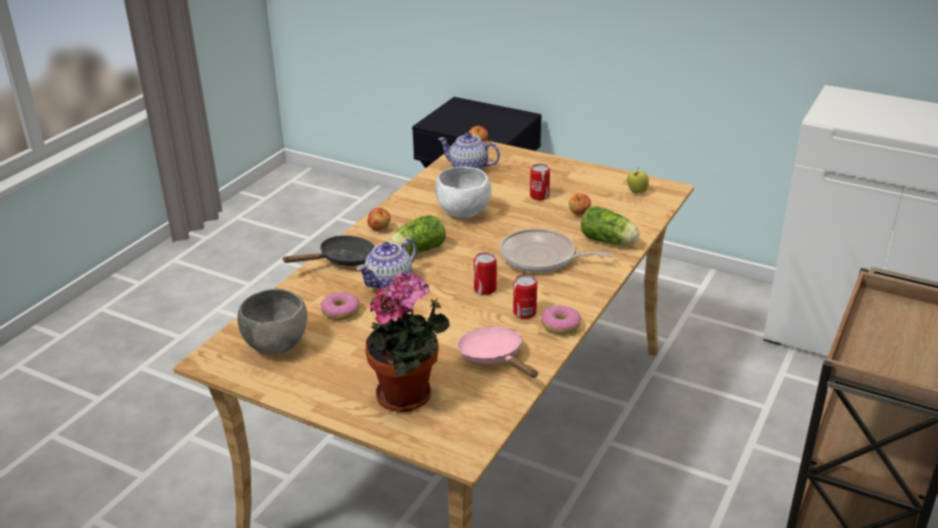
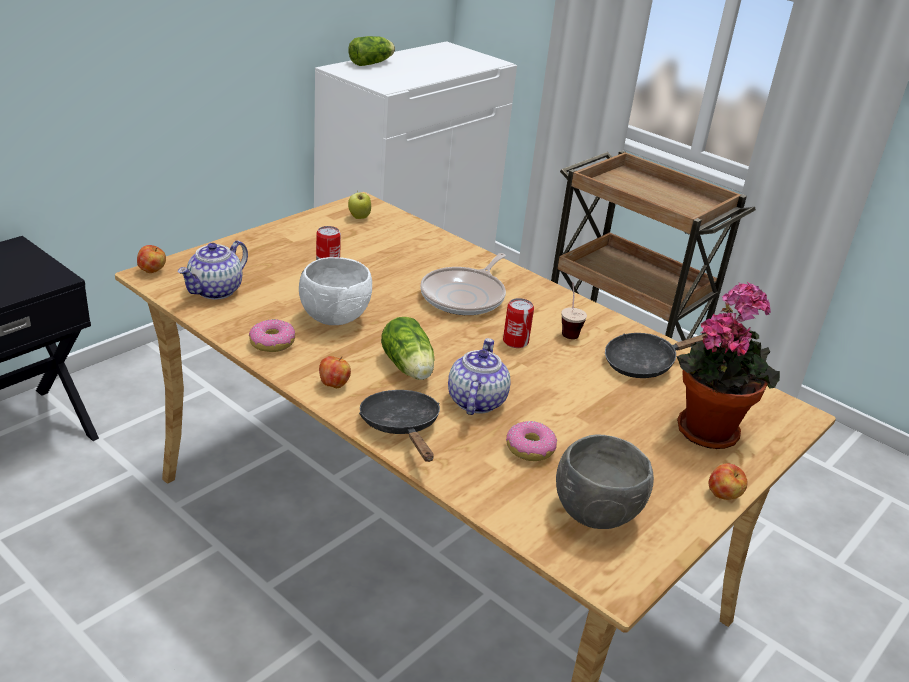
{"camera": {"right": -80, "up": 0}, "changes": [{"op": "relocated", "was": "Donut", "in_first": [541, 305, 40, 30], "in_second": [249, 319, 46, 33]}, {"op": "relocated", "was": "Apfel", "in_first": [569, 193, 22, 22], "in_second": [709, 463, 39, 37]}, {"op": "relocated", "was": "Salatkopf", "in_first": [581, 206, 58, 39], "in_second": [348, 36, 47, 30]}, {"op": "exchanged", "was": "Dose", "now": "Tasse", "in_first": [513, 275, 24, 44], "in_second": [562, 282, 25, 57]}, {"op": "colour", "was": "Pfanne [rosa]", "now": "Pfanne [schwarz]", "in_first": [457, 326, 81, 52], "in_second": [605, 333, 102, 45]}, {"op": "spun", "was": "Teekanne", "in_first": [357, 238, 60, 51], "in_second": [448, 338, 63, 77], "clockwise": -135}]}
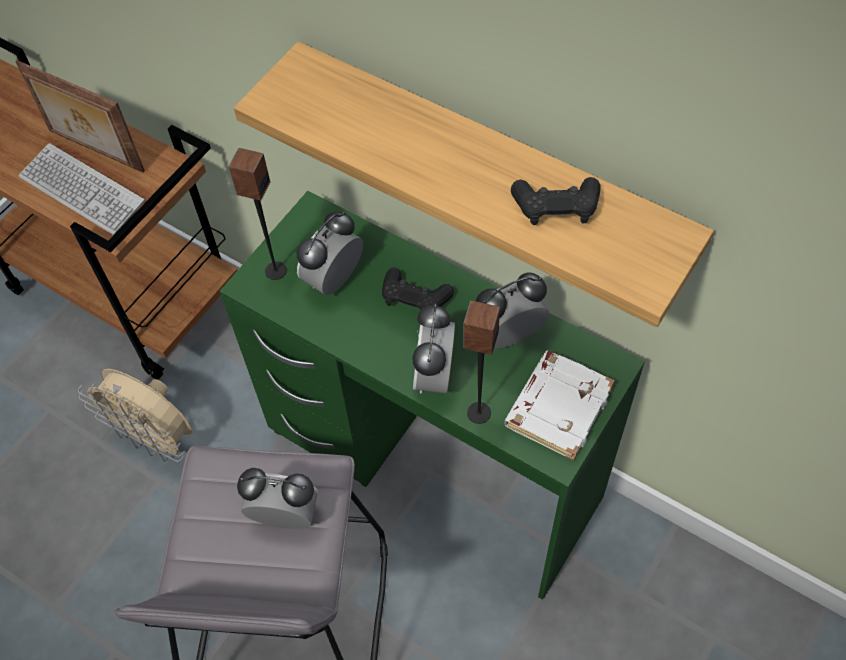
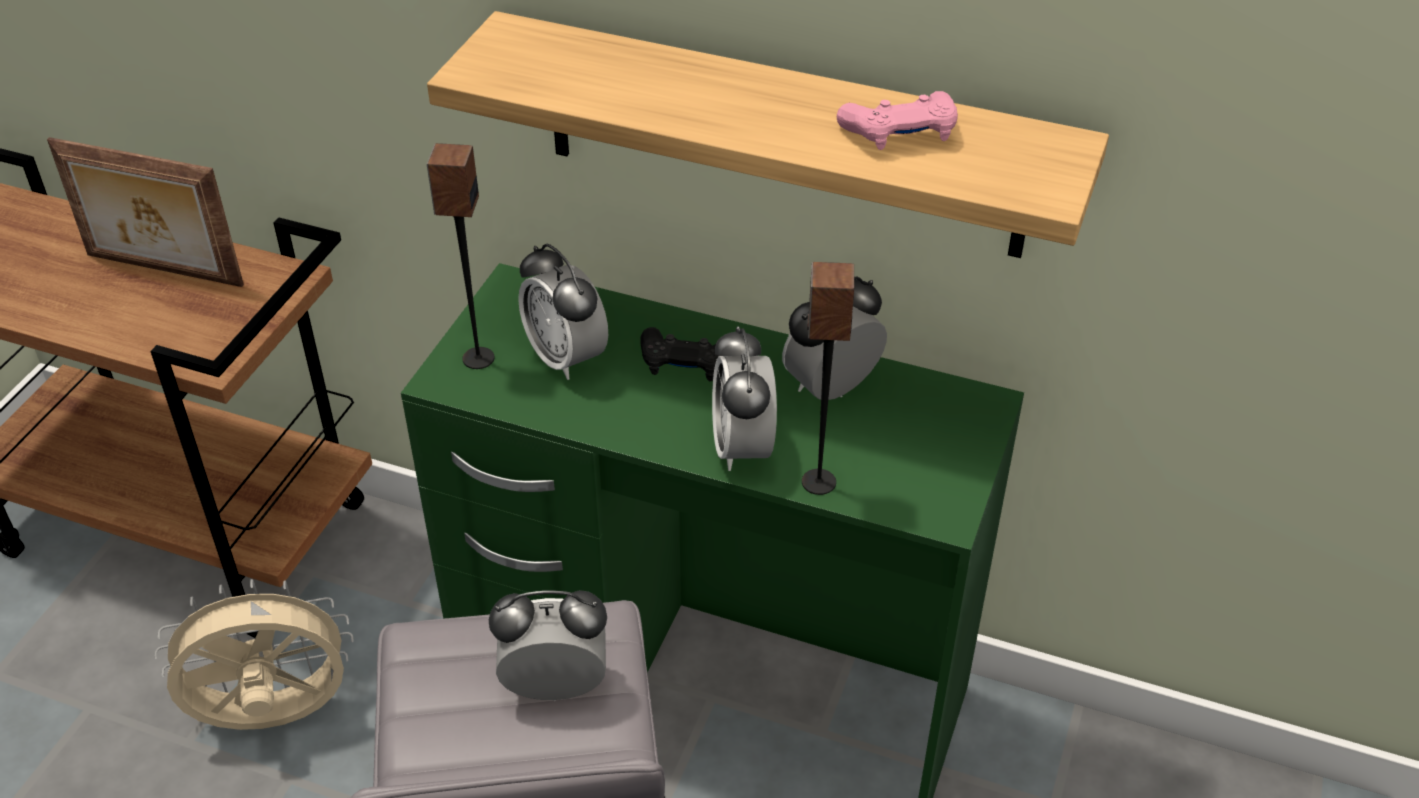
{"camera": {"right": -15, "up": -15}, "changes": [{"op": "missing", "was": "Tastatur", "in_first": [19, 143, 126, 92]}, {"op": "missing", "was": "Buch [weiß]", "in_first": [504, 350, 111, 111]}, {"op": "colour", "was": "Gamepad [schwarz]", "now": "Gamepad [rosa]", "in_first": [511, 177, 90, 48], "in_second": [837, 91, 121, 59]}, {"op": "spun", "was": "Ventilator [beige]", "in_first": [78, 369, 114, 93], "in_second": [154, 579, 200, 151], "clockwise": 150}, {"op": "spun", "was": "Wecker", "in_first": [297, 211, 66, 84], "in_second": [518, 243, 90, 137], "clockwise": -60}]}
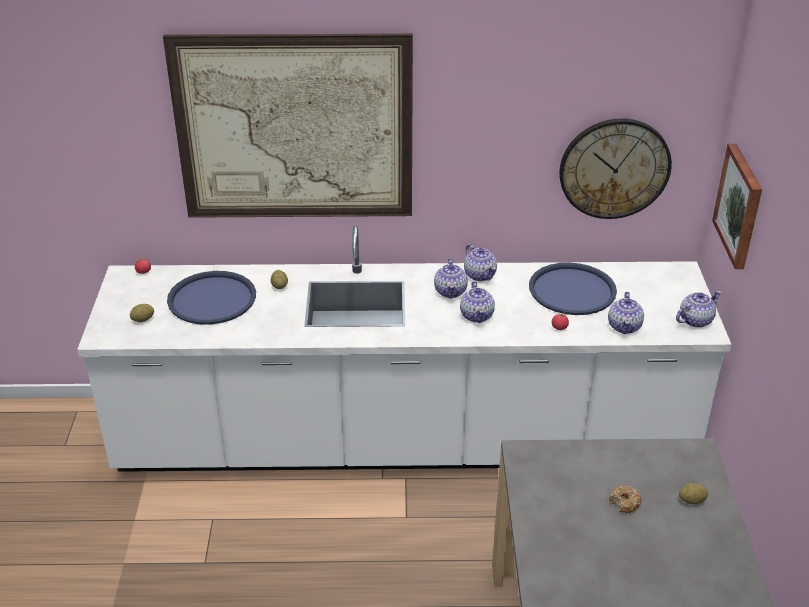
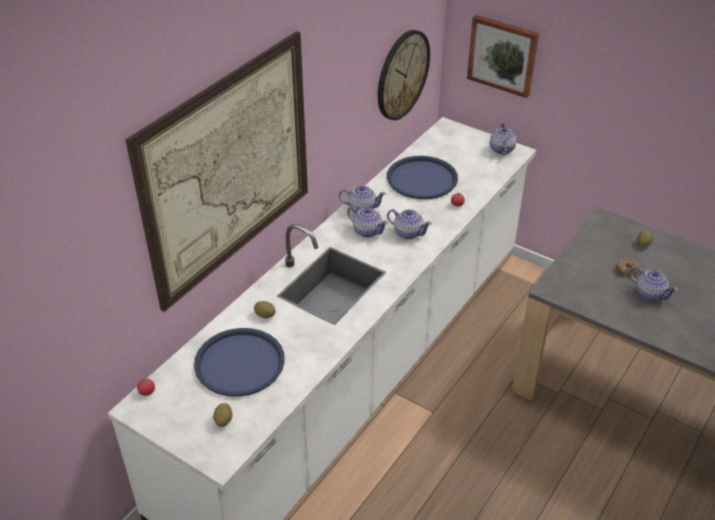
{"camera": {"right": -55, "up": 5}, "changes": [{"op": "relocated", "was": "Teekanne", "in_first": [608, 292, 36, 42], "in_second": [630, 267, 48, 34]}]}
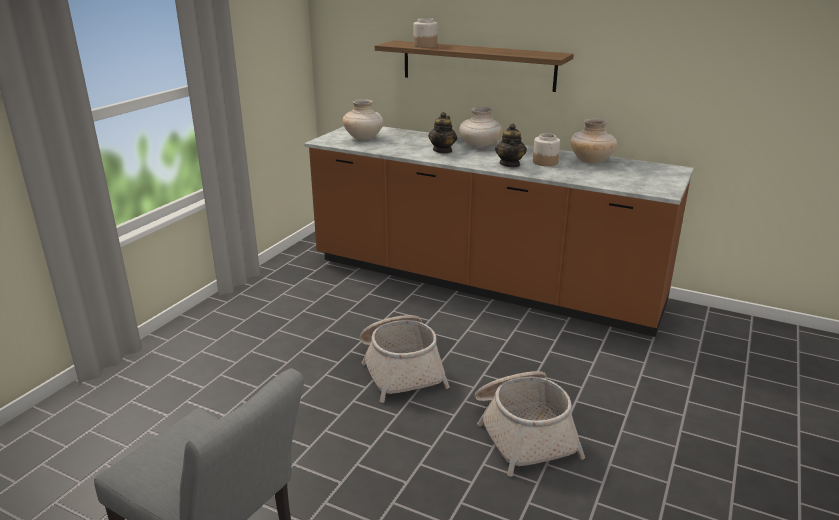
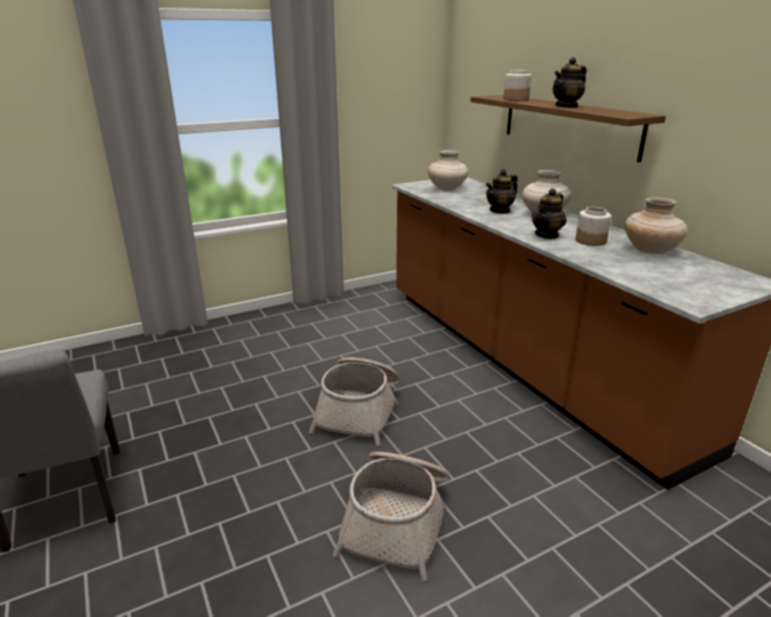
{"camera": {"right": 35, "up": 0}, "changes": [{"op": "appeared", "now": "Teekanne", "in_second": [553, 57, 34, 51]}]}
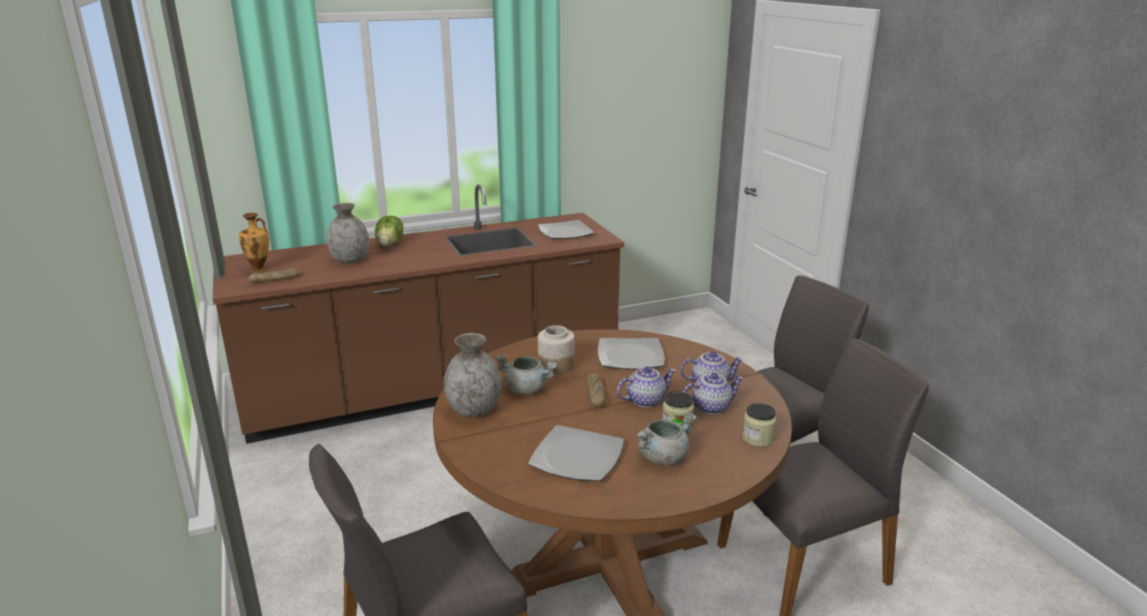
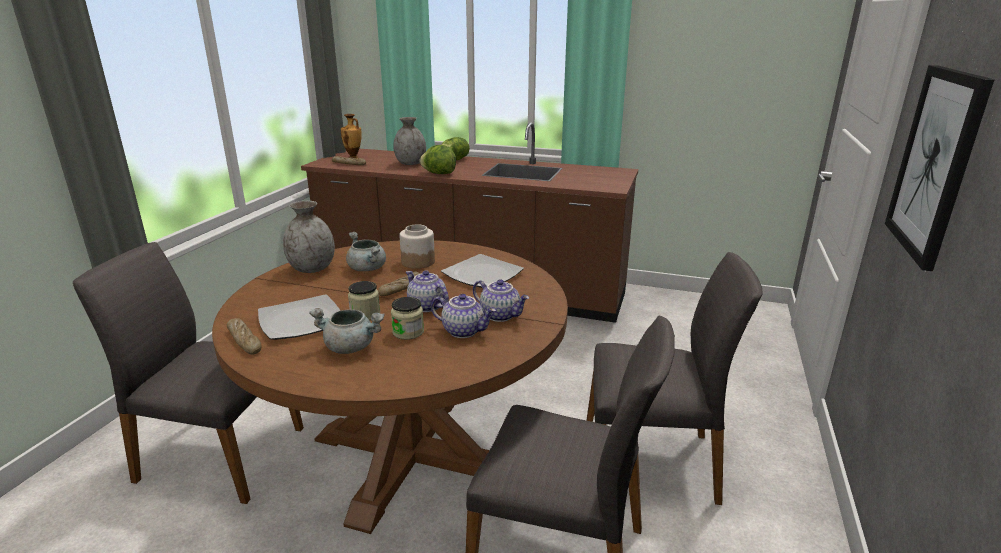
{"camera": {"right": 40, "up": 0}, "changes": [{"op": "missing", "was": "Teller", "in_first": [538, 220, 56, 19]}, {"op": "appeared", "now": "Brot", "in_second": [227, 318, 35, 36]}, {"op": "appeared", "now": "Salatkopf", "in_second": [419, 145, 37, 29]}, {"op": "appeared", "now": "Bild", "in_second": [885, 65, 110, 206]}, {"op": "relocated", "was": "Vorratsglas", "in_first": [742, 403, 35, 44], "in_second": [348, 281, 32, 39]}, {"op": "spun", "was": "Teekanne", "in_first": [617, 366, 59, 41], "in_second": [406, 271, 43, 41], "clockwise": -150}]}
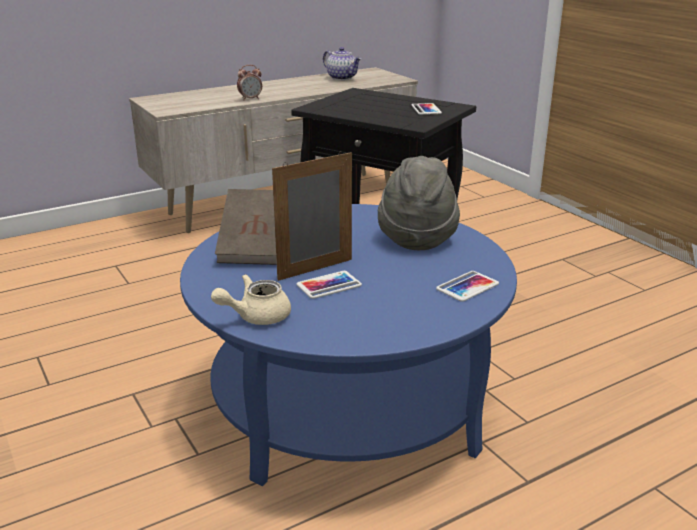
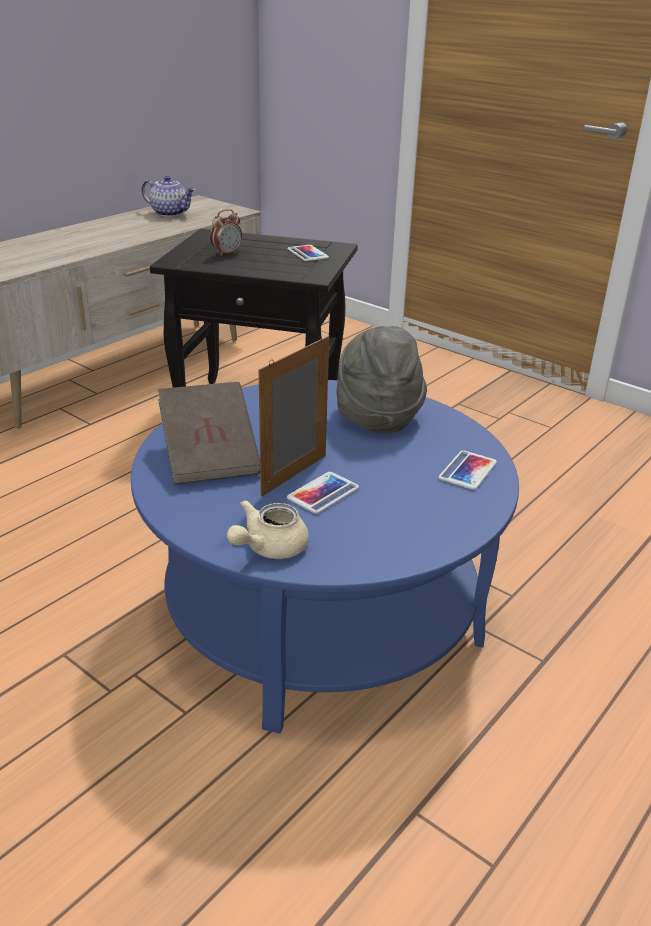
{"camera": {"right": -20, "up": 5}, "changes": [{"op": "relocated", "was": "Wecker", "in_first": [237, 65, 25, 35], "in_second": [210, 209, 32, 47]}]}
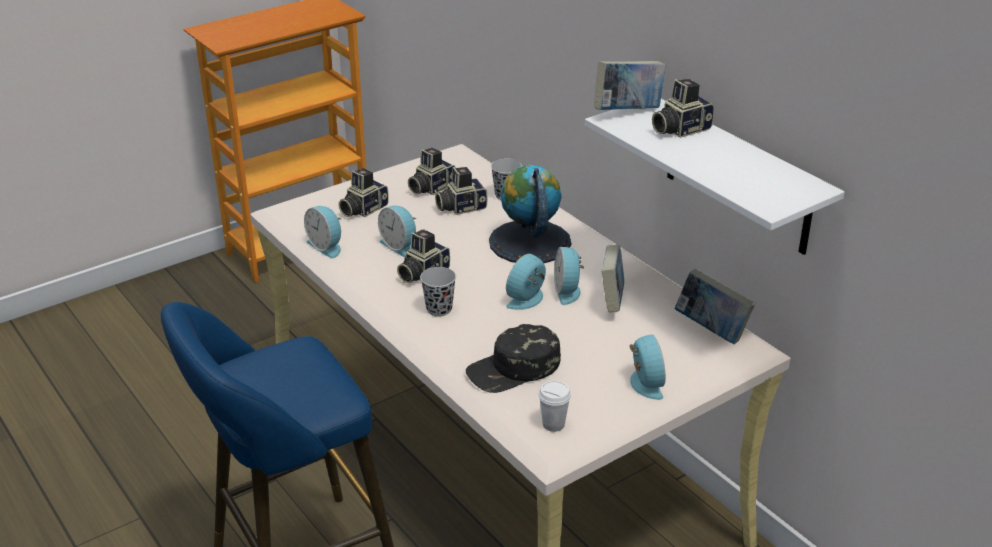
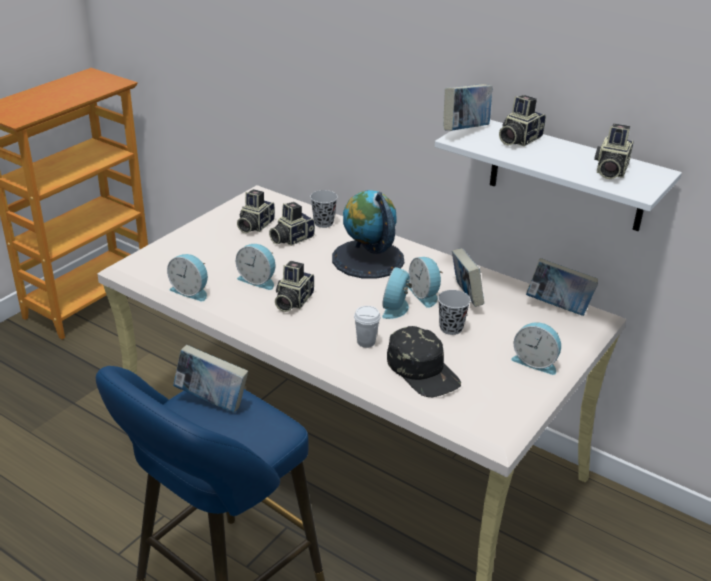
{"camera": {"right": -20, "up": 0}, "changes": [{"op": "appeared", "now": "Buch", "in_second": [173, 345, 75, 68]}, {"op": "relocated", "was": "Kamera", "in_first": [339, 168, 50, 49], "in_second": [594, 123, 40, 56]}, {"op": "relocated", "was": "Tasse [schwarz]", "in_first": [420, 267, 36, 49], "in_second": [438, 290, 33, 45]}, {"op": "relocated", "was": "Tasse [weiß]", "in_first": [538, 380, 33, 52], "in_second": [354, 306, 27, 42]}, {"op": "spun", "was": "Kappe [schwarz]", "in_first": [466, 324, 95, 69], "in_second": [387, 326, 74, 72], "clockwise": -75}, {"op": "spun", "was": "Wecker", "in_first": [629, 334, 37, 66], "in_second": [511, 322, 50, 53], "clockwise": 150}]}
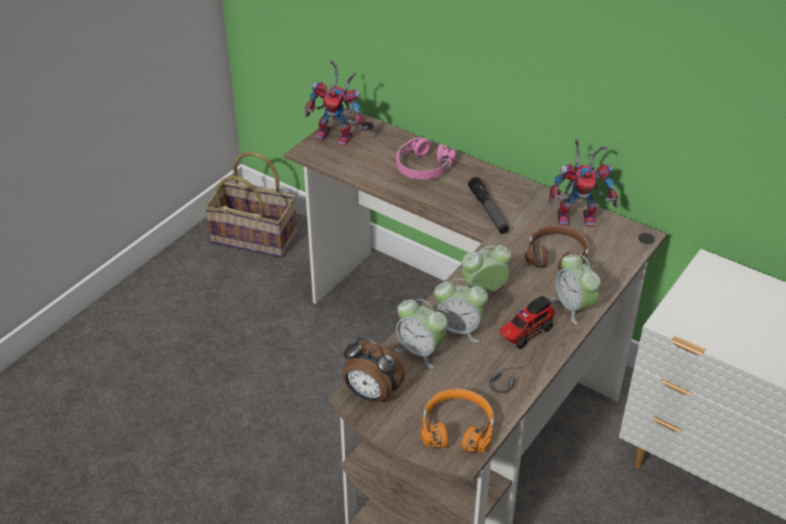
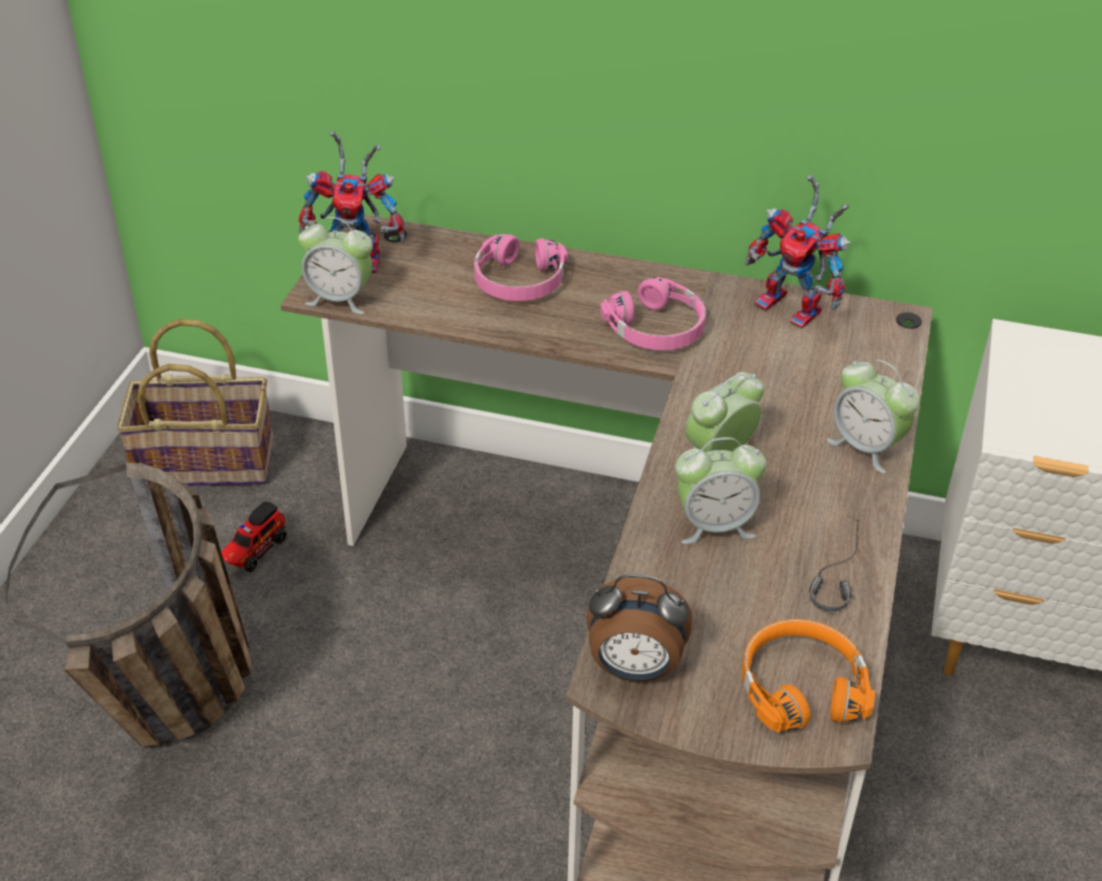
{"camera": {"right": -20, "up": 0}, "changes": [{"op": "missing", "was": "Kopfhörer [braun]", "in_first": [525, 225, 64, 46]}, {"op": "appeared", "now": "Korb", "in_second": [6, 462, 245, 286]}, {"op": "relocated", "was": "Wecker", "in_first": [395, 299, 53, 69], "in_second": [298, 217, 75, 97]}, {"op": "relocated", "was": "Spielzeuglaster", "in_first": [500, 296, 55, 53], "in_second": [221, 501, 66, 71]}, {"op": "exchanged", "was": "Taschenlampe", "now": "Kopfhörer [rosa]", "in_first": [468, 177, 41, 57], "in_second": [600, 276, 106, 74]}, {"op": "spun", "was": "Spielzeugroboter", "in_first": [549, 138, 69, 89], "in_second": [745, 174, 106, 155], "clockwise": 60}]}
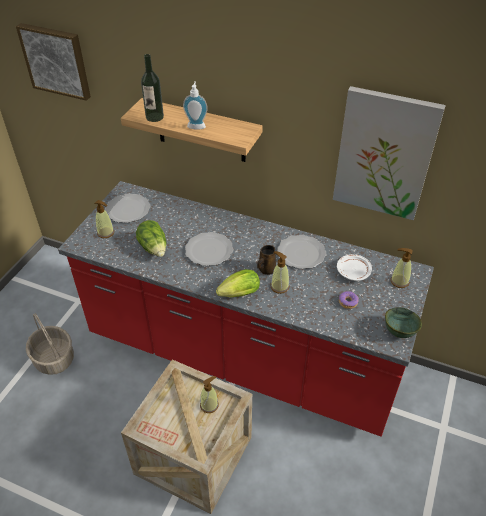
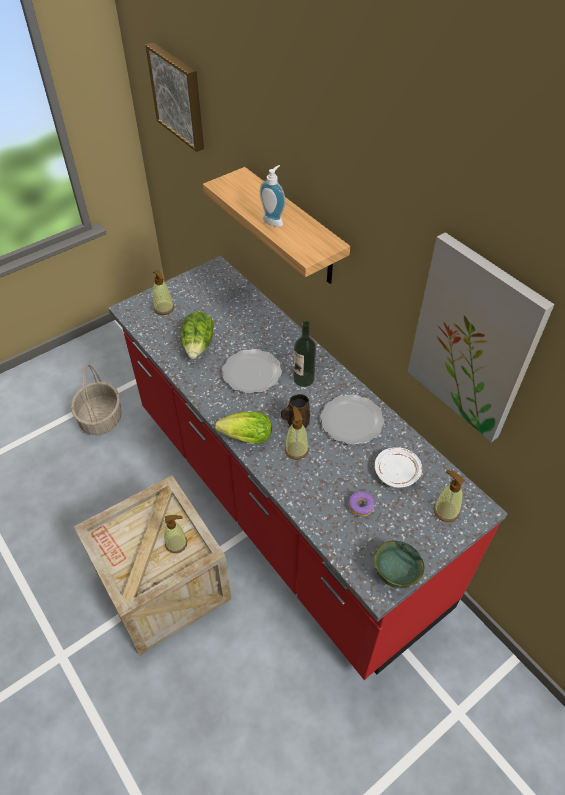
{"camera": {"right": 30, "up": 5}, "changes": [{"op": "missing", "was": "Teller", "in_first": [105, 194, 45, 29]}, {"op": "relocated", "was": "Flasche", "in_first": [141, 54, 23, 68], "in_second": [293, 321, 23, 66]}]}
